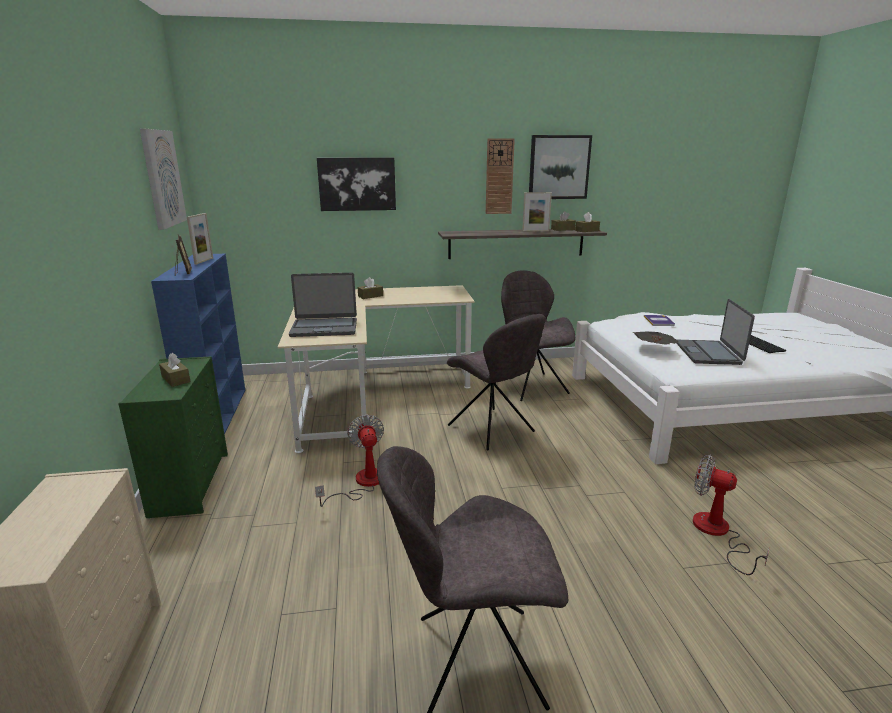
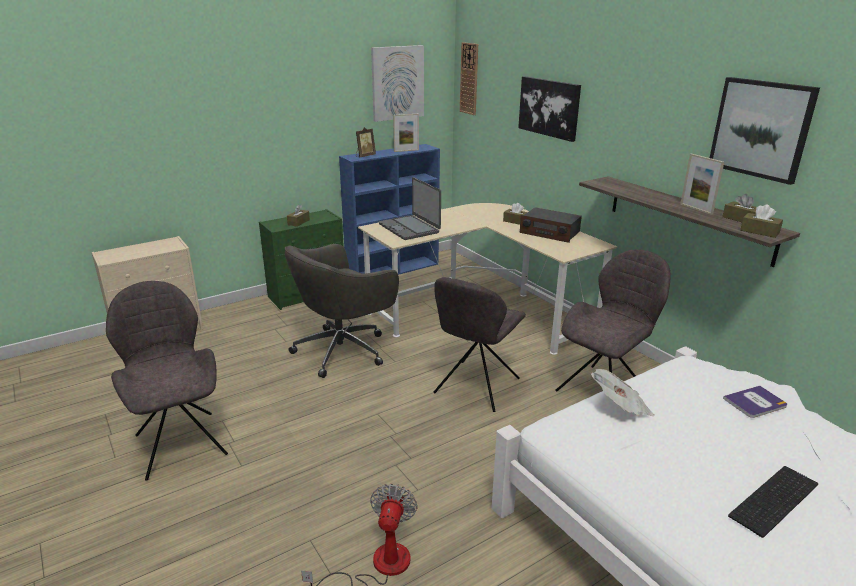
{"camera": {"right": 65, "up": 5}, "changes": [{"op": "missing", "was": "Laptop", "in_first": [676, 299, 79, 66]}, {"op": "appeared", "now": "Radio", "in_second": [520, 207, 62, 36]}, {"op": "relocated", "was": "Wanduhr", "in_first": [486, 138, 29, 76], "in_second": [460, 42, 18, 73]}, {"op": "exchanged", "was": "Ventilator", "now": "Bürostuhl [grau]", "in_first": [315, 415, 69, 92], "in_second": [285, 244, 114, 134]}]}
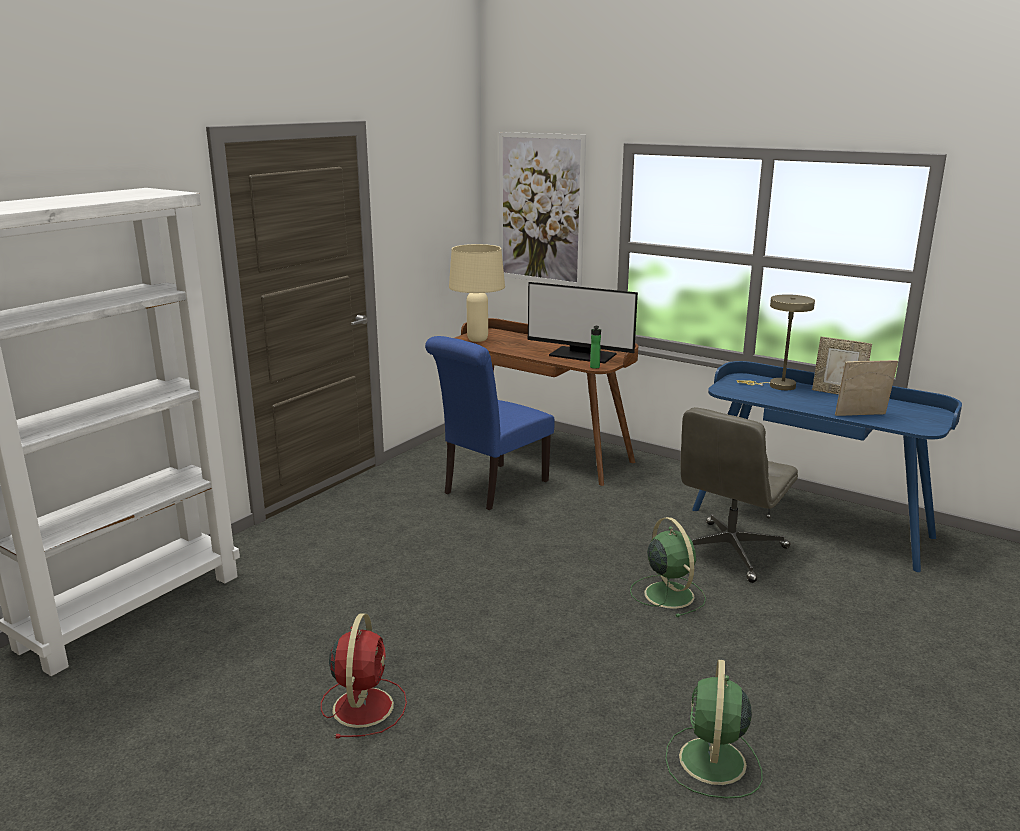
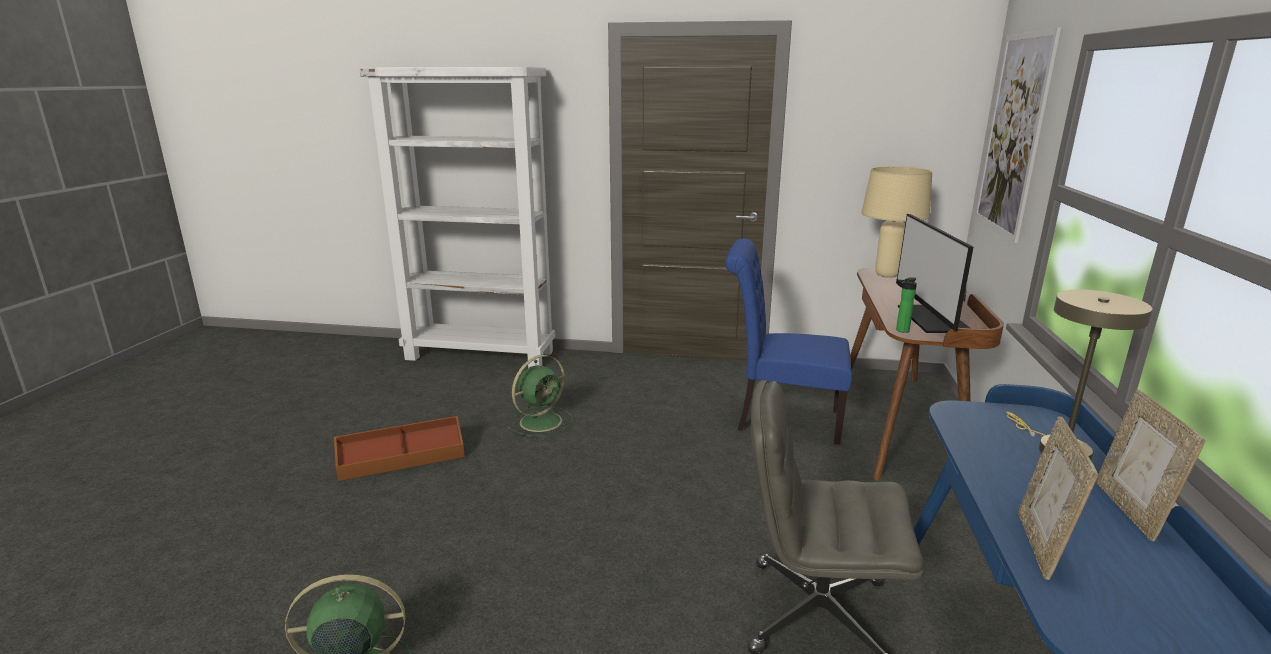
{"camera": {"right": 65, "up": 0}, "changes": [{"op": "relocated", "was": "Ventilator [grün]", "in_first": [630, 517, 76, 100], "in_second": [507, 355, 66, 82]}, {"op": "exchanged", "was": "Ventilator [rot]", "now": "Aufbewahrungsbox [braun]", "in_first": [321, 613, 86, 126], "in_second": [334, 416, 131, 65]}, {"op": "spun", "was": "Bilderrahmen", "in_first": [835, 360, 63, 56], "in_second": [1018, 416, 80, 164], "clockwise": -135}]}
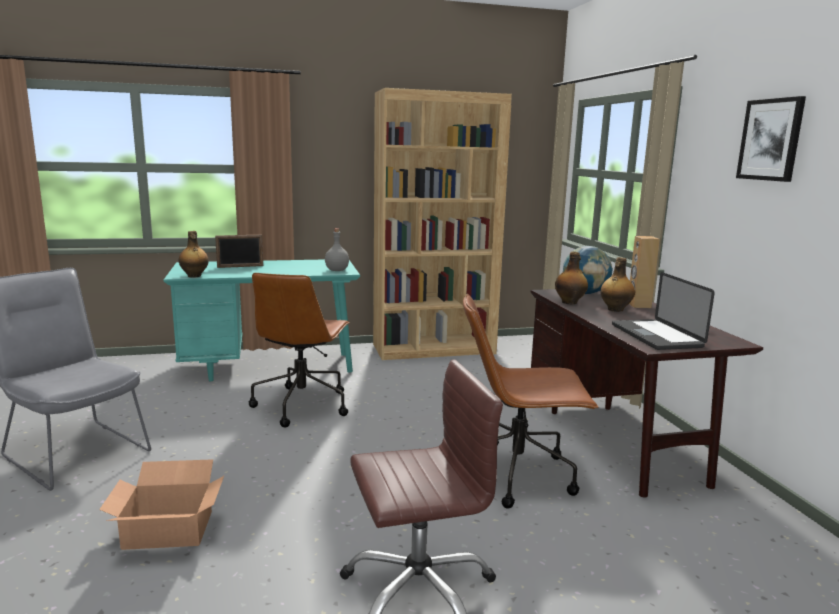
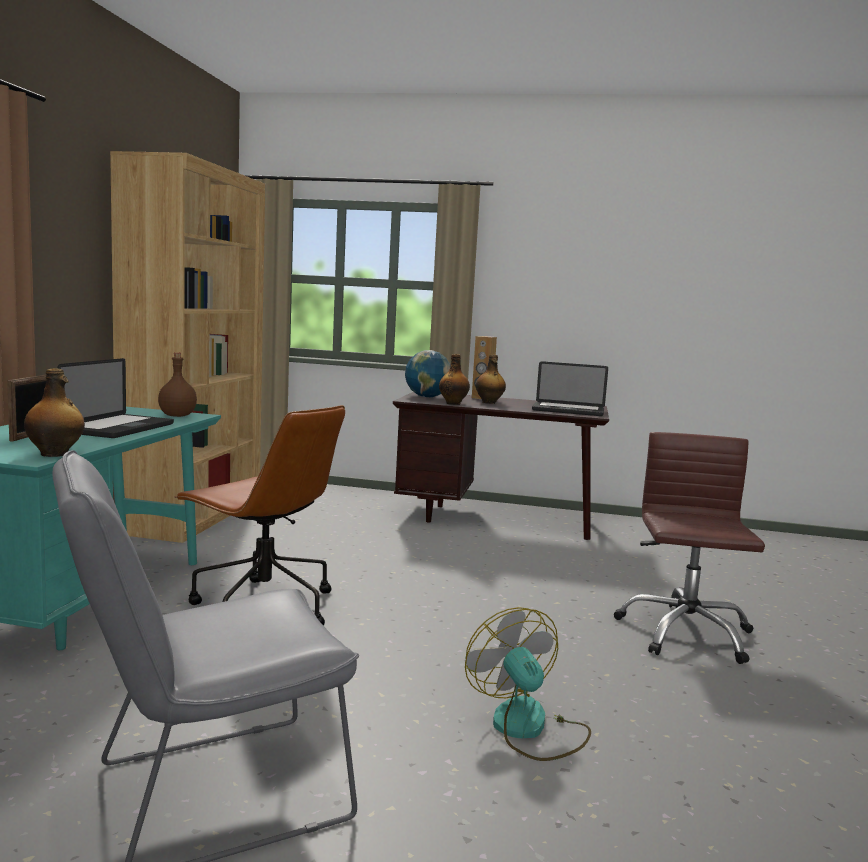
{"camera": {"right": -65, "up": -5}, "changes": [{"op": "missing", "was": "Bürostuhl [braun]", "in_first": [463, 294, 136, 214]}, {"op": "missing", "was": "Bild", "in_first": [736, 96, 70, 86]}, {"op": "appeared", "now": "Laptop", "in_second": [57, 358, 117, 80]}, {"op": "exchanged", "was": "Karton", "now": "Ventilator", "in_first": [99, 459, 125, 91], "in_second": [465, 607, 126, 154]}, {"op": "colour", "was": "Flasche [grau]", "now": "Flasche [braun]", "in_first": [325, 228, 24, 43], "in_second": [158, 353, 39, 64]}]}
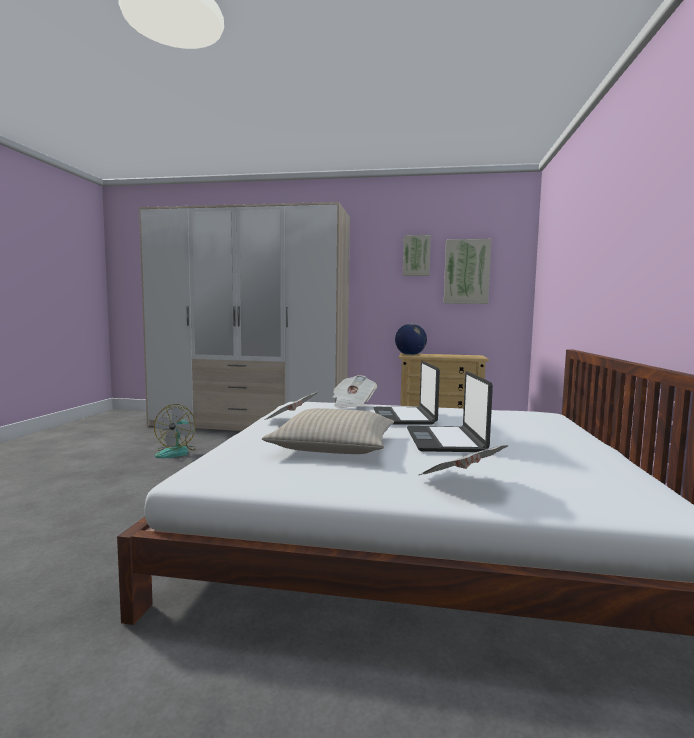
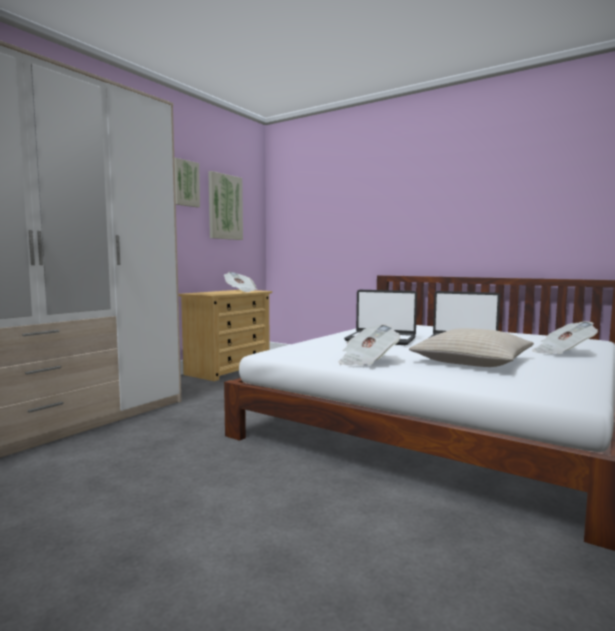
{"camera": {"right": -65, "up": 0}, "changes": [{"op": "missing", "was": "Ventilator", "in_first": [154, 404, 42, 54]}, {"op": "missing", "was": "Globus", "in_first": [395, 324, 32, 31]}, {"op": "relocated", "was": "Zeitung", "in_first": [333, 375, 44, 33], "in_second": [224, 272, 33, 20]}]}
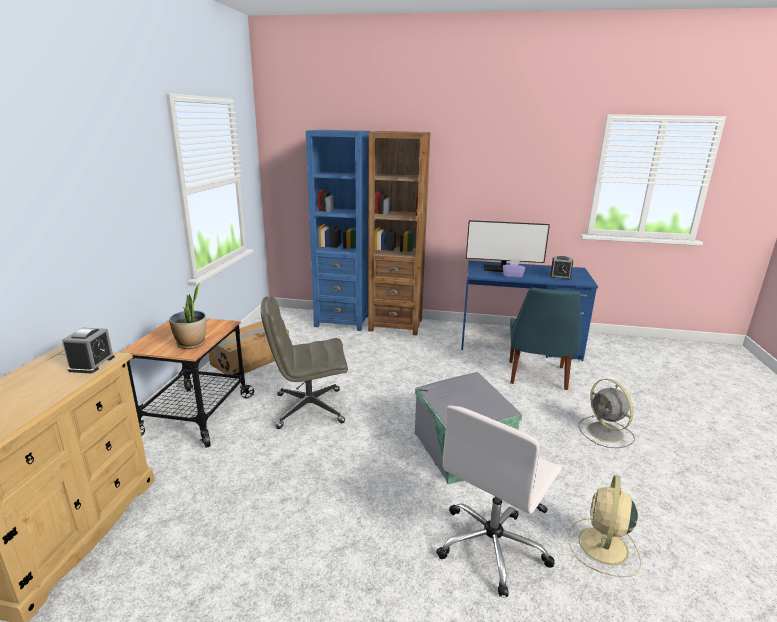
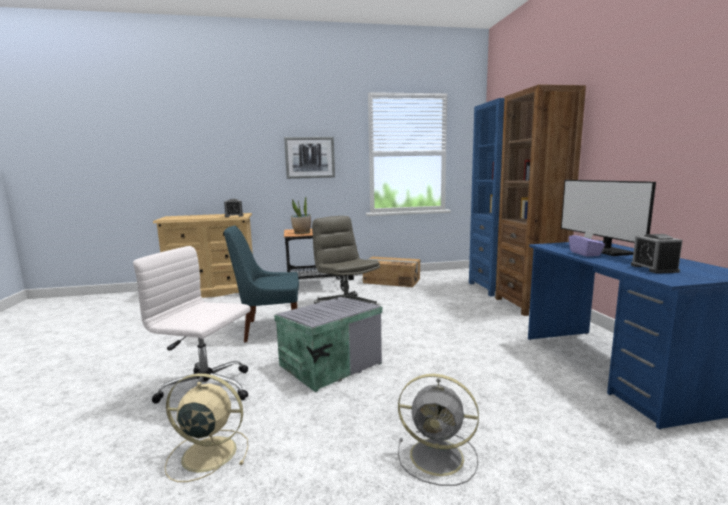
{"camera": {"right": 70, "up": -10}, "changes": [{"op": "appeared", "now": "Bild", "in_second": [284, 137, 51, 42]}, {"op": "relocated", "was": "Stuhl [blau]", "in_first": [509, 288, 72, 102], "in_second": [224, 226, 75, 117]}, {"op": "spun", "was": "Ventilator [grau]", "in_first": [579, 379, 56, 69], "in_second": [398, 374, 81, 112], "clockwise": -120}]}
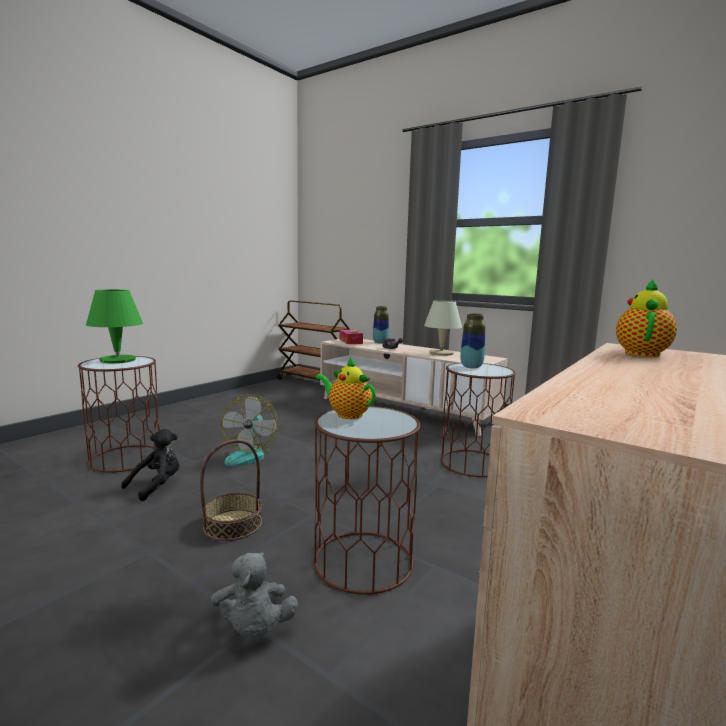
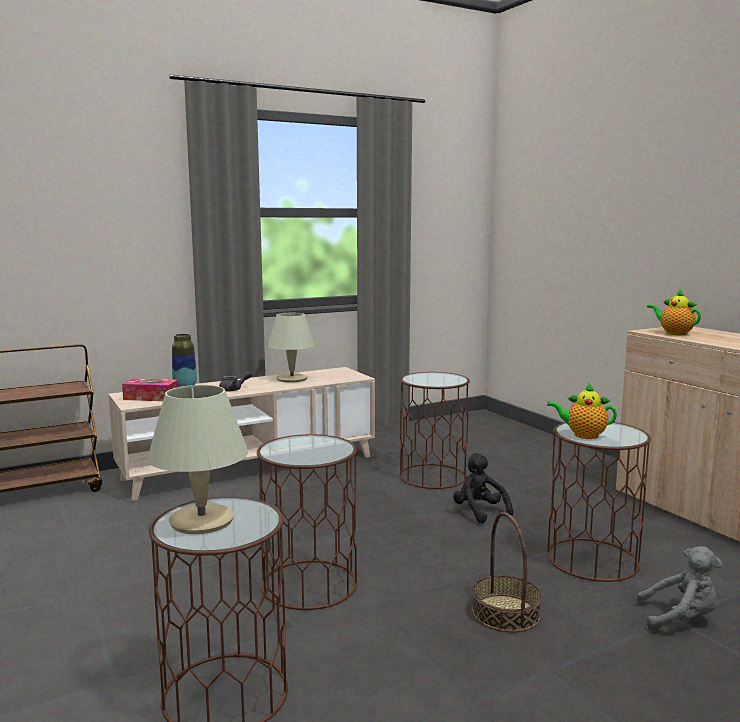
{"camera": {"right": -65, "up": 0}, "changes": [{"op": "missing", "was": "Vase", "in_first": [460, 313, 25, 55]}, {"op": "relocated", "was": "Plüschtier [schwarz]", "in_first": [121, 429, 58, 72], "in_second": [453, 453, 60, 71]}, {"op": "exchanged", "was": "Ventilator", "now": "Beistelltisch [braun]", "in_first": [219, 394, 59, 72], "in_second": [257, 434, 100, 176]}, {"op": "colour", "was": "Tischlampe [grün]", "now": "Tischlampe [beige]", "in_first": [86, 290, 57, 73], "in_second": [147, 385, 101, 149]}, {"op": "spun", "was": "Teekanne", "in_first": [315, 357, 61, 62], "in_second": [547, 382, 70, 57], "clockwise": 45}]}
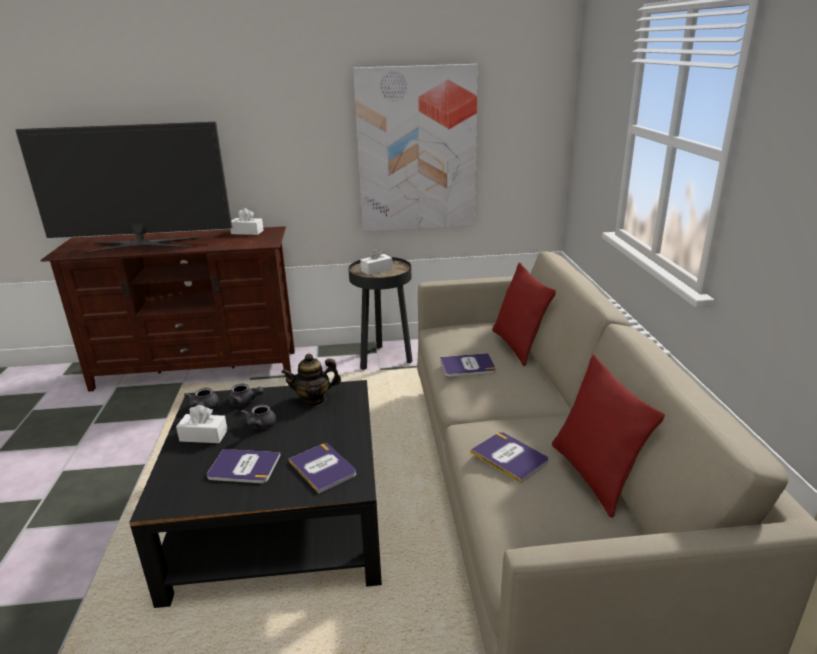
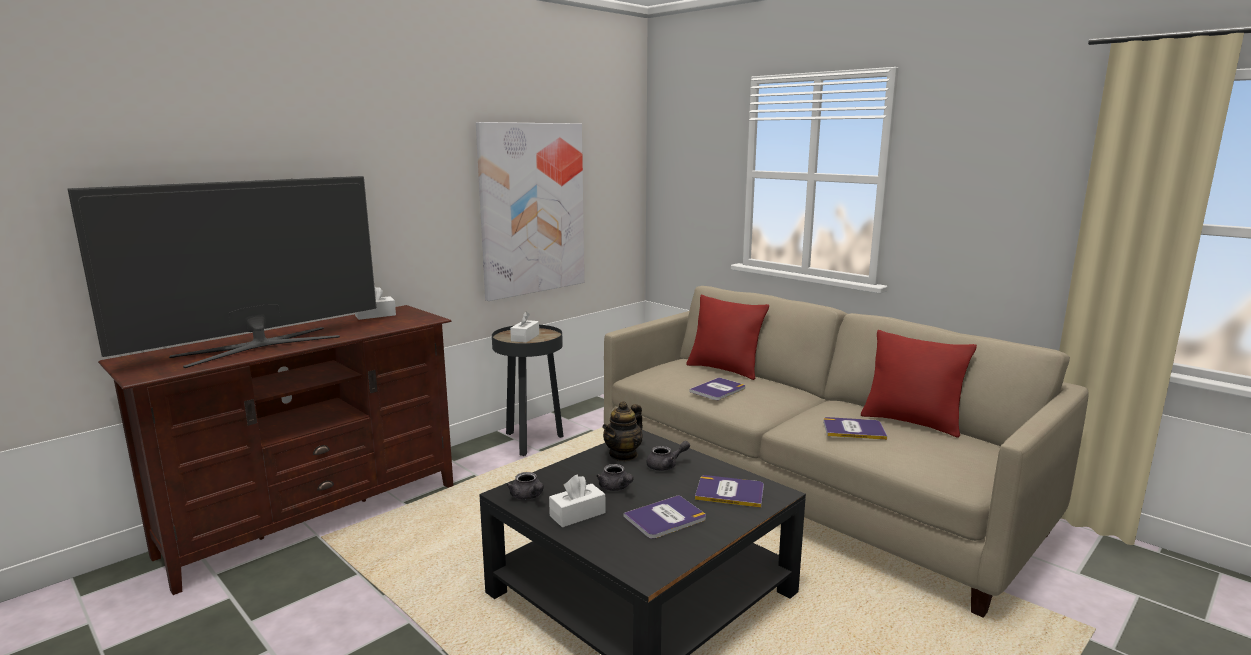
{"camera": {"right": -40, "up": -10}, "changes": [{"op": "relocated", "was": "Teekanne [grau]", "in_first": [228, 384, 36, 22], "in_second": [647, 441, 43, 30]}]}
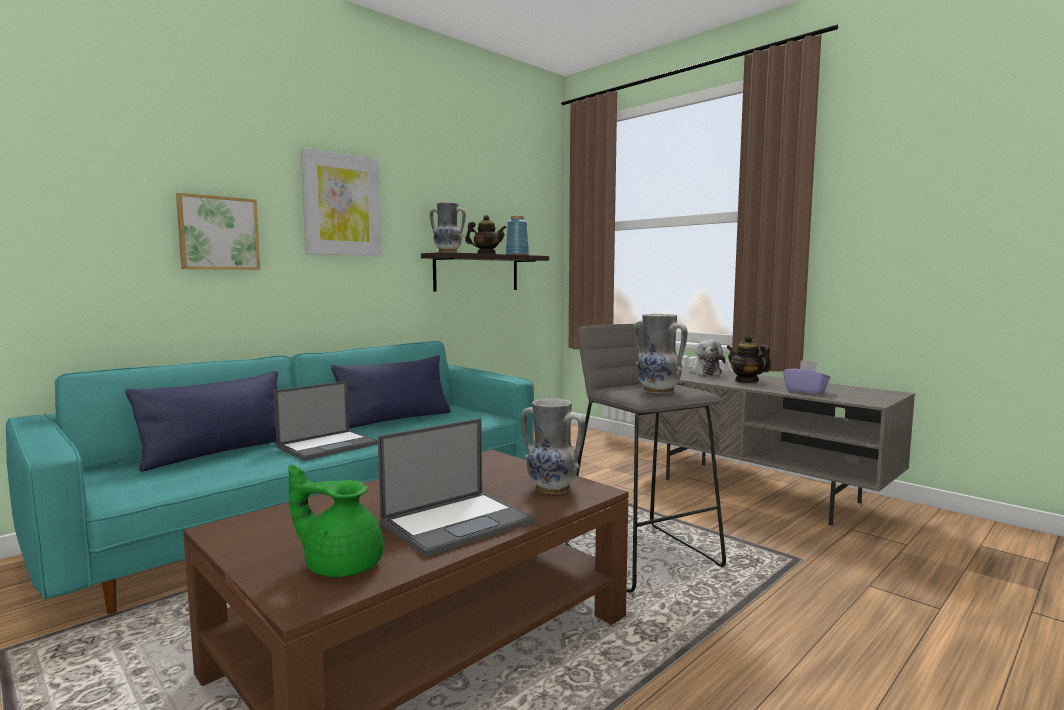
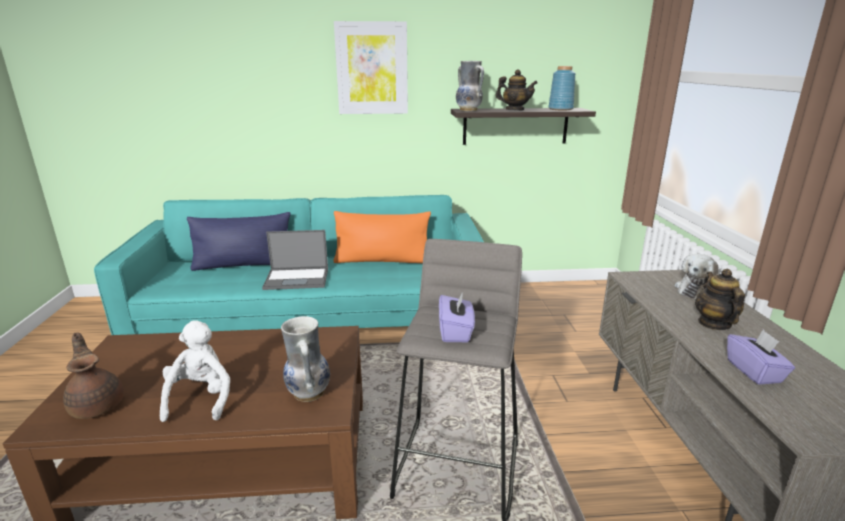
{"camera": {"right": 40, "up": 15}, "changes": [{"op": "missing", "was": "Bild", "in_first": [176, 193, 84, 77]}, {"op": "exchanged", "was": "Laptop", "now": "Plüschtier [weiß]", "in_first": [378, 418, 156, 139], "in_second": [160, 320, 70, 102]}, {"op": "exchanged", "was": "Vase", "now": "Taschentuchbox [lila]", "in_first": [633, 314, 55, 80], "in_second": [439, 291, 36, 51]}, {"op": "colour", "was": "Teekanne [grün]", "now": "Teekanne [braun]", "in_first": [288, 464, 96, 113], "in_second": [63, 332, 61, 87]}, {"op": "colour", "was": "Kissen [blau]", "now": "Kissen [orange]", "in_first": [331, 355, 120, 74], "in_second": [333, 211, 98, 52]}]}
